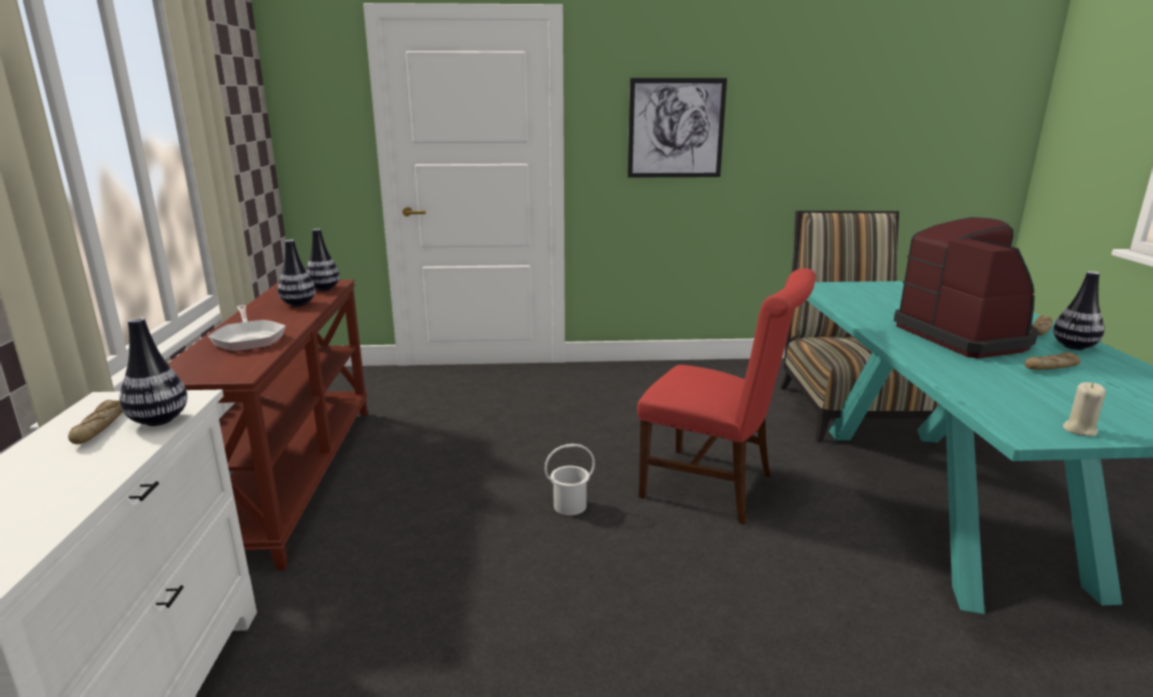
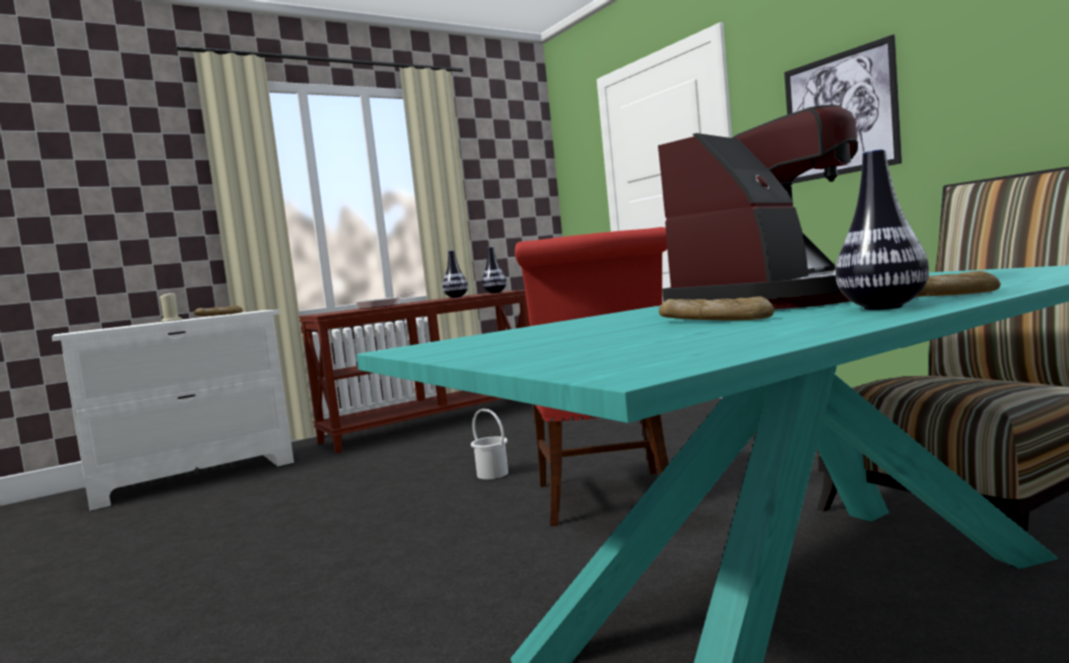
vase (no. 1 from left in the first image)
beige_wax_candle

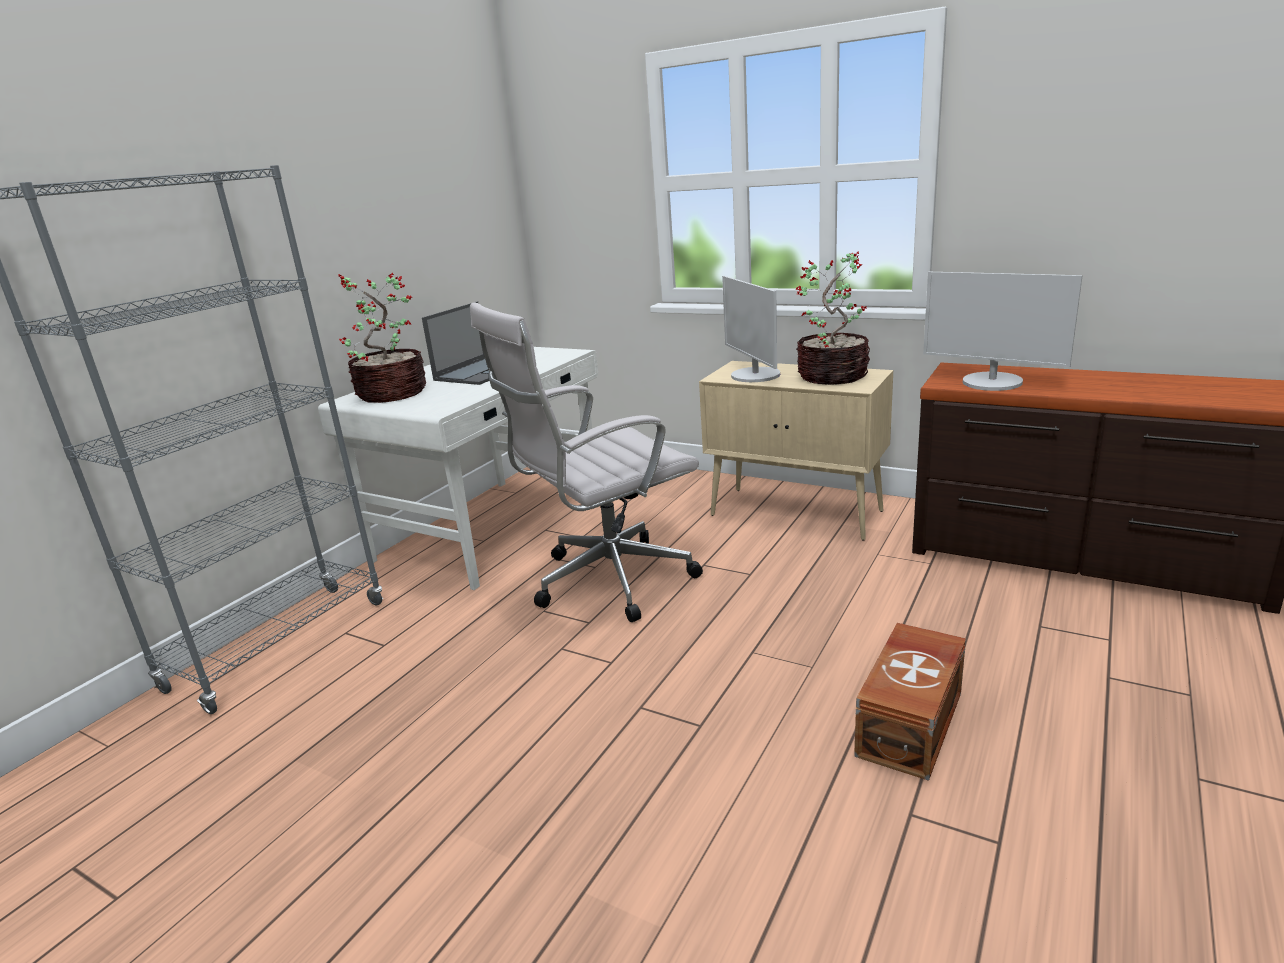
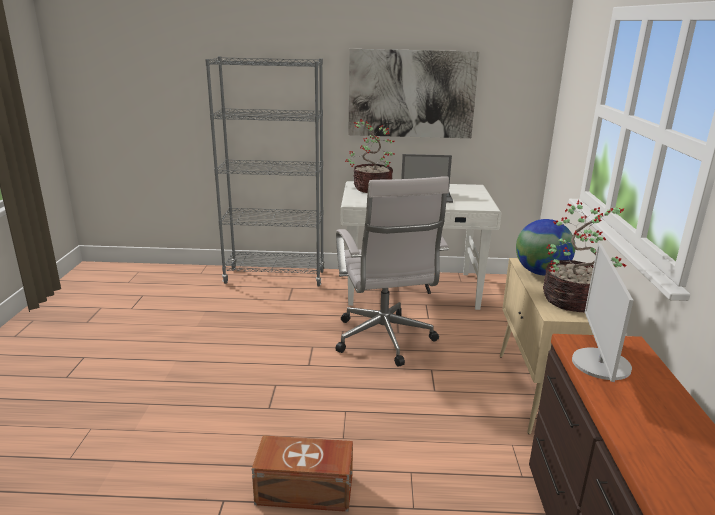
white_computer_chair
world_globe
wall_picture

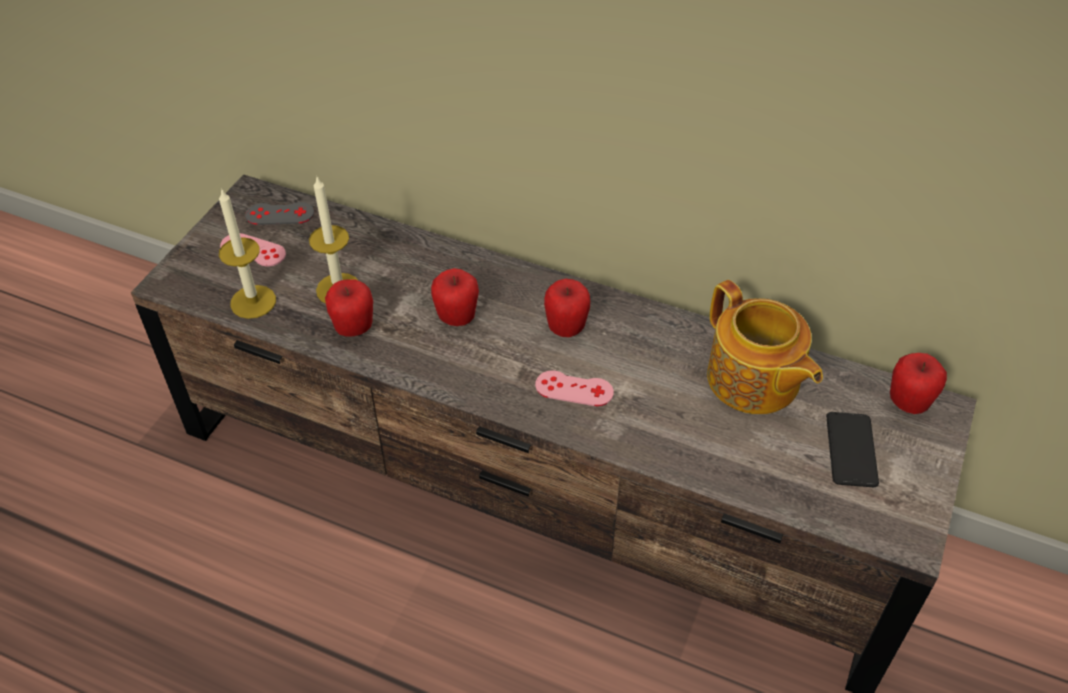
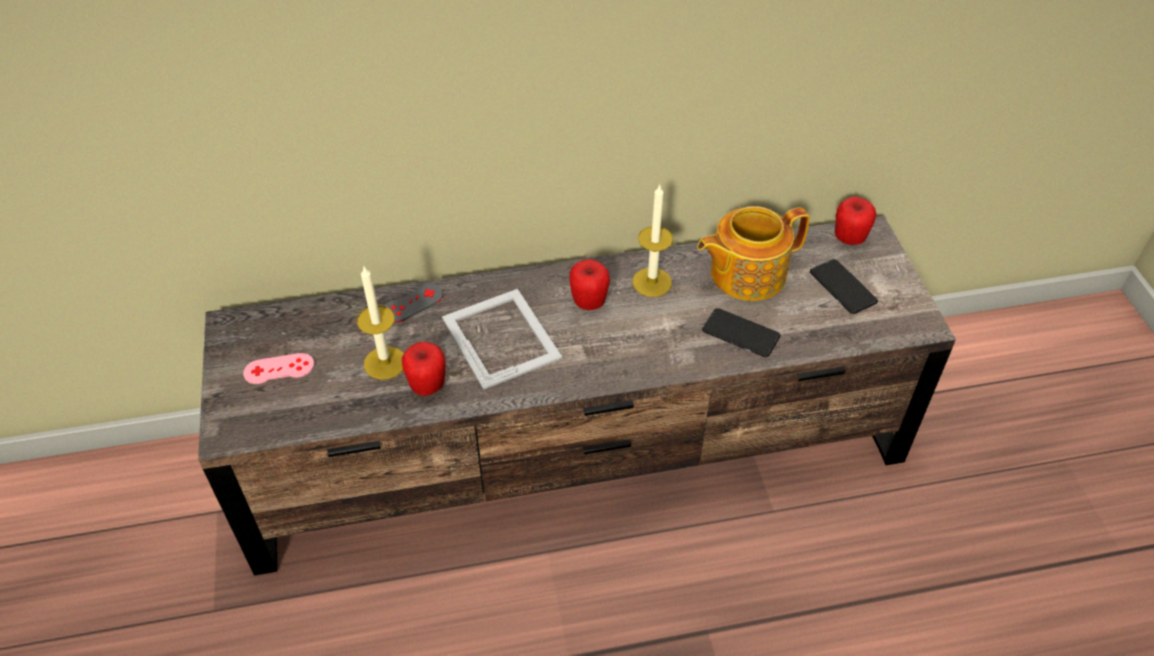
wax_candle (no. 2 from left)
gray_game_controller
picture_frame
pinkish_game_controller (no. 2 from left in the first image)
teapot
handset (no. 1 from left)

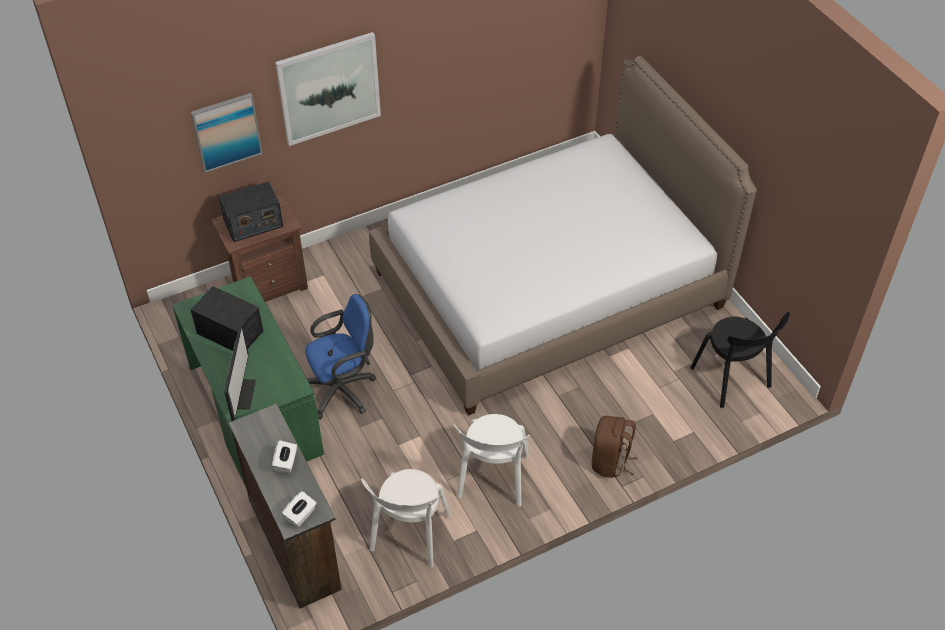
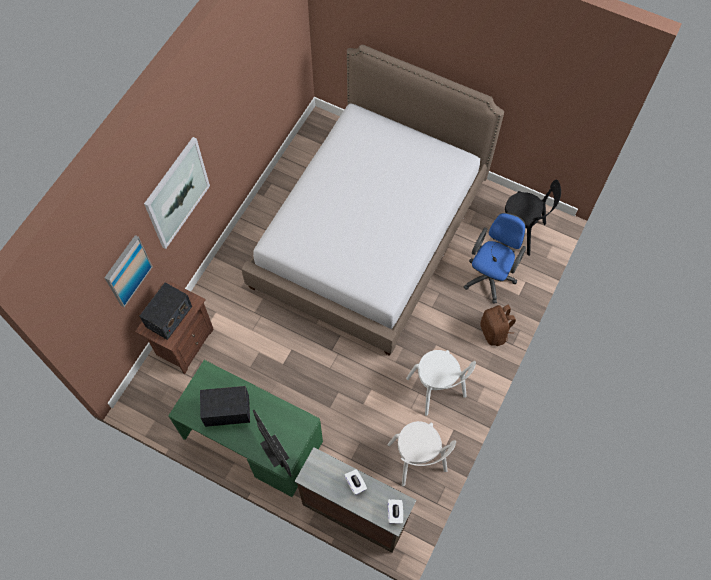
bluish_computer_chair

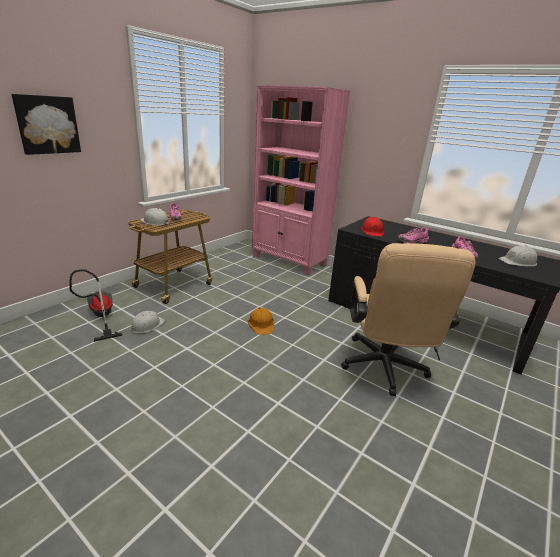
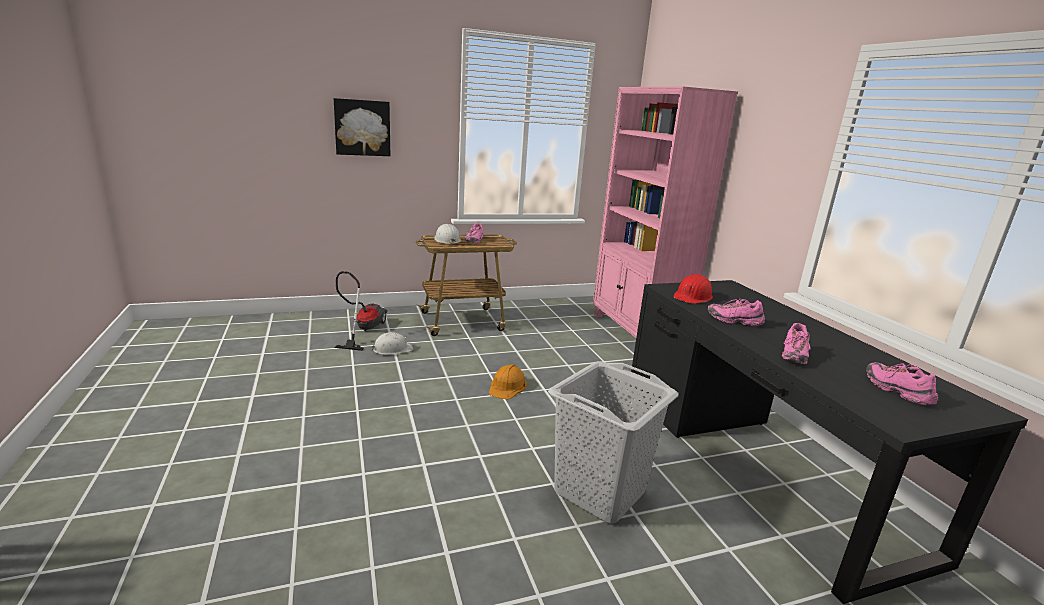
gray_laundry_basket
pinkish_item_of_footwear (no. 4 from left)

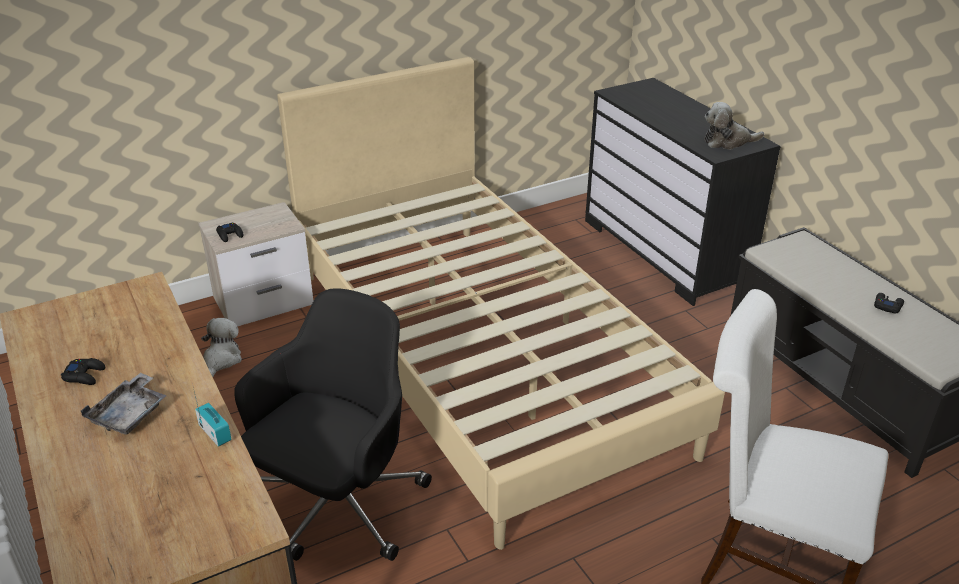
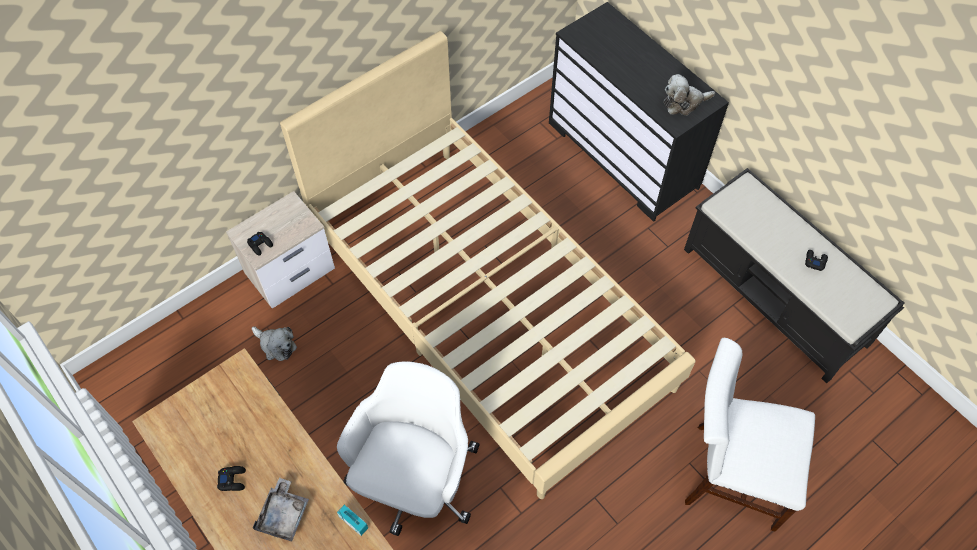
plush_toy (no. 1 from left)
white_computer_chair

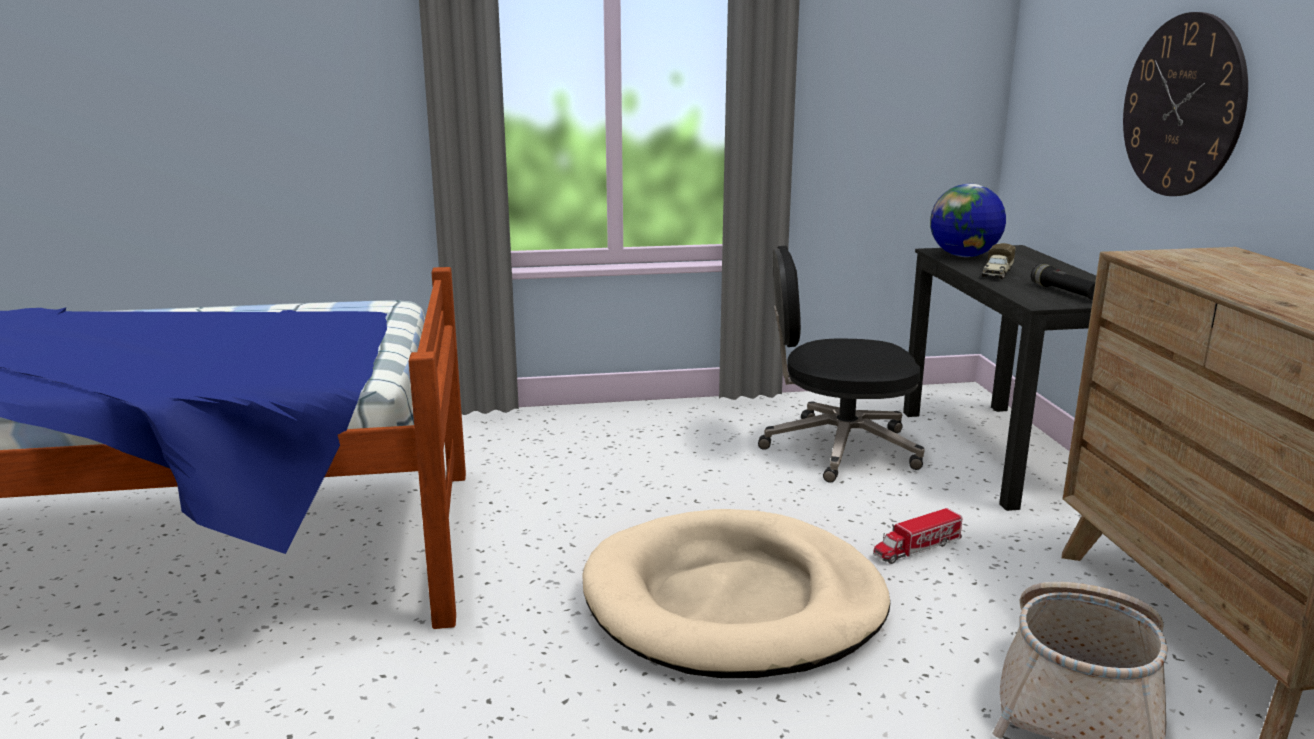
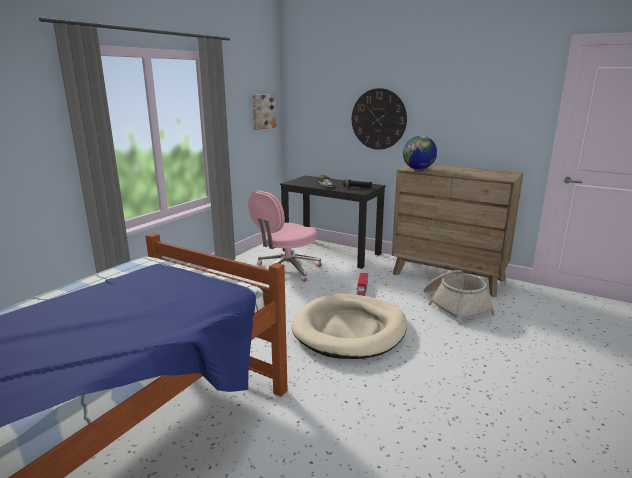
pinkish_computer_chair
world_globe
wall_picture

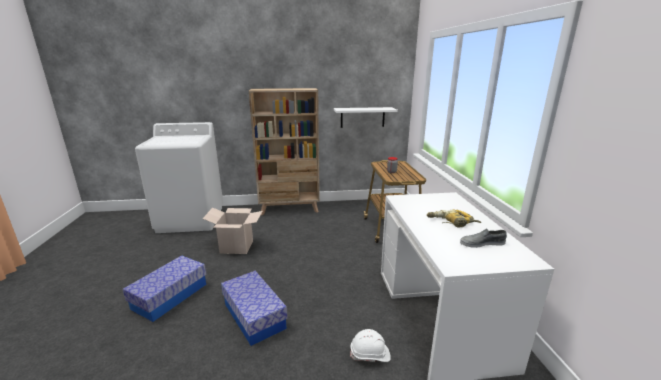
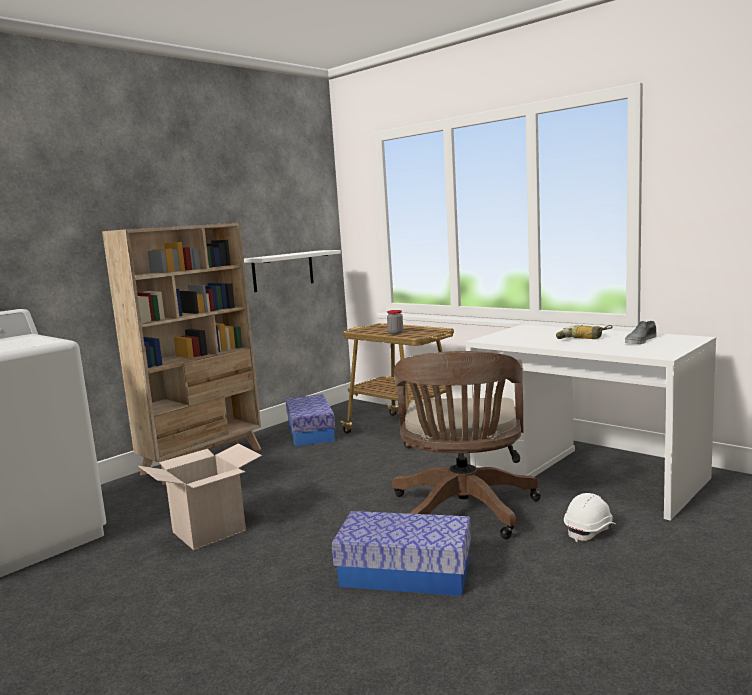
storage_container (no. 1 from left)
brown-coloured_computer_chair

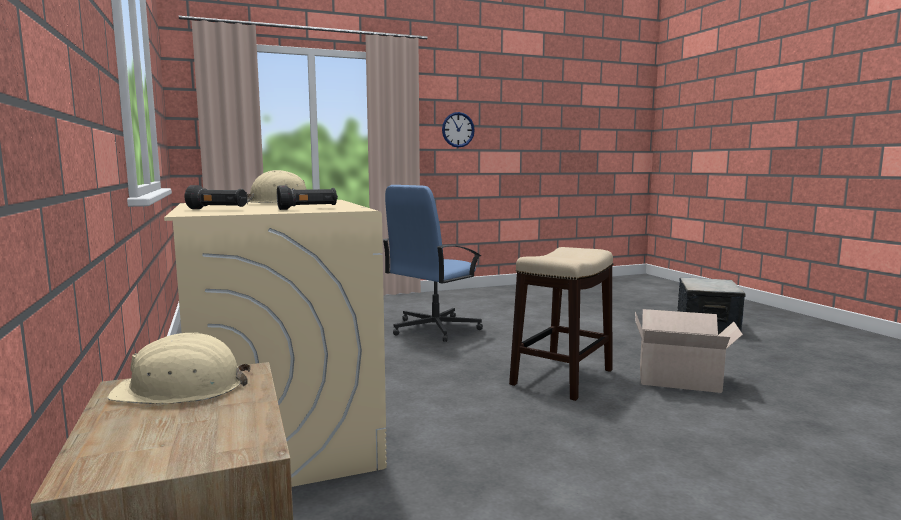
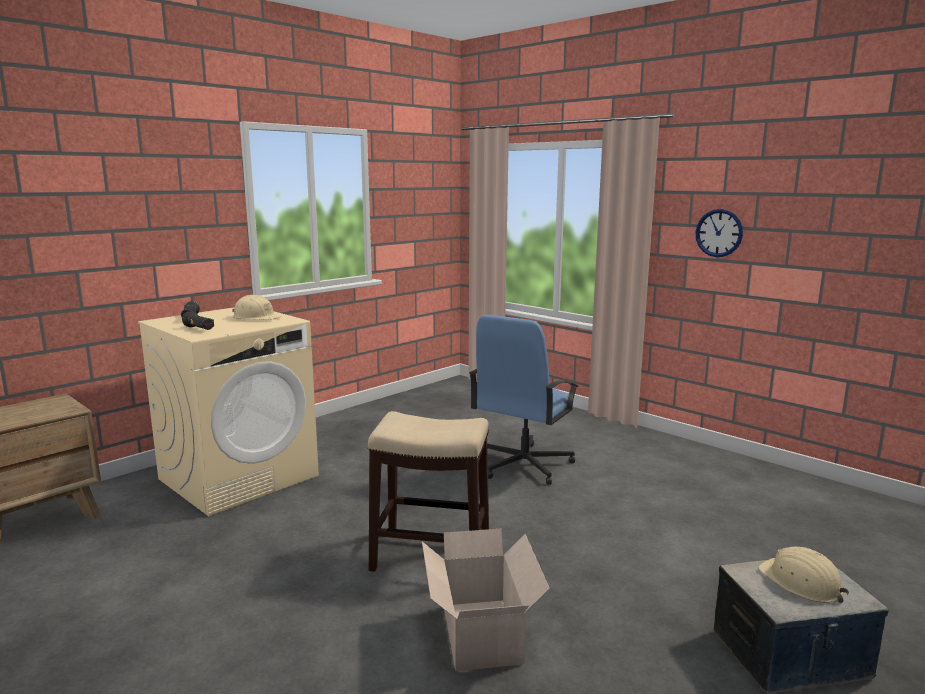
beige_work_helmet (no. 2 from left)
bluish_computer_chair

